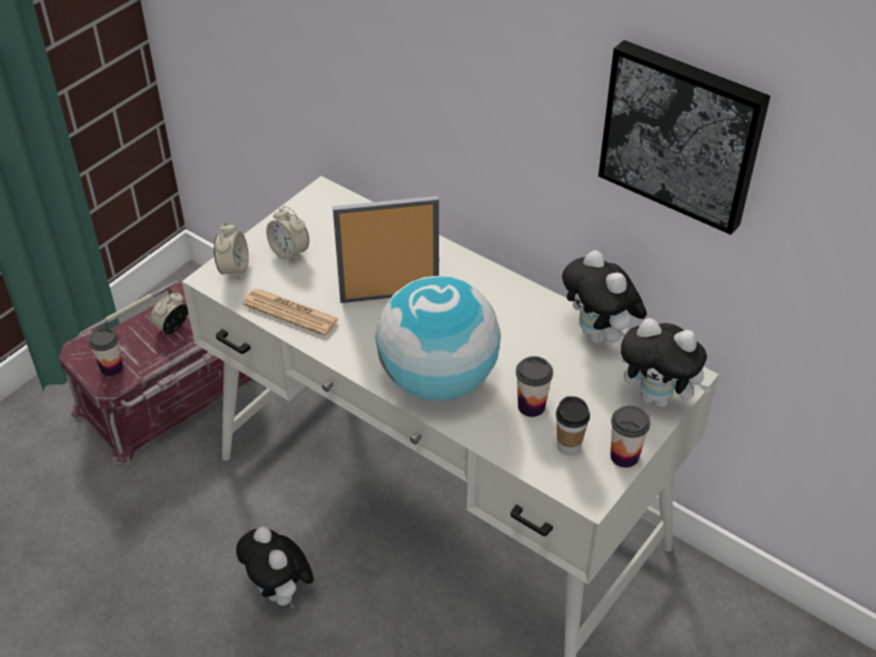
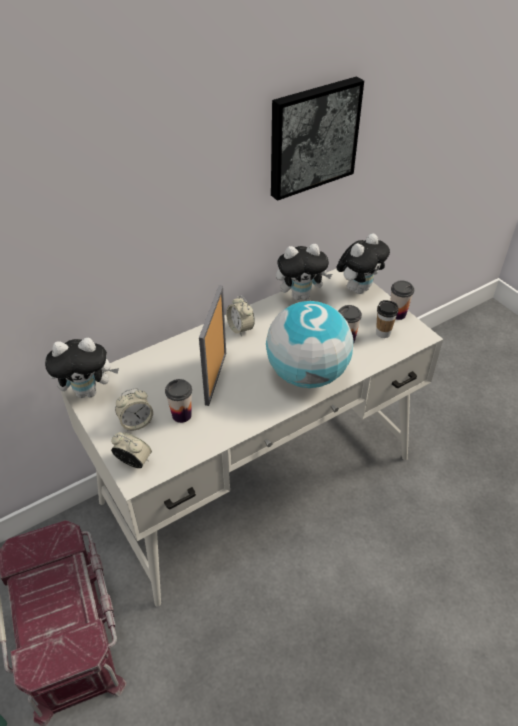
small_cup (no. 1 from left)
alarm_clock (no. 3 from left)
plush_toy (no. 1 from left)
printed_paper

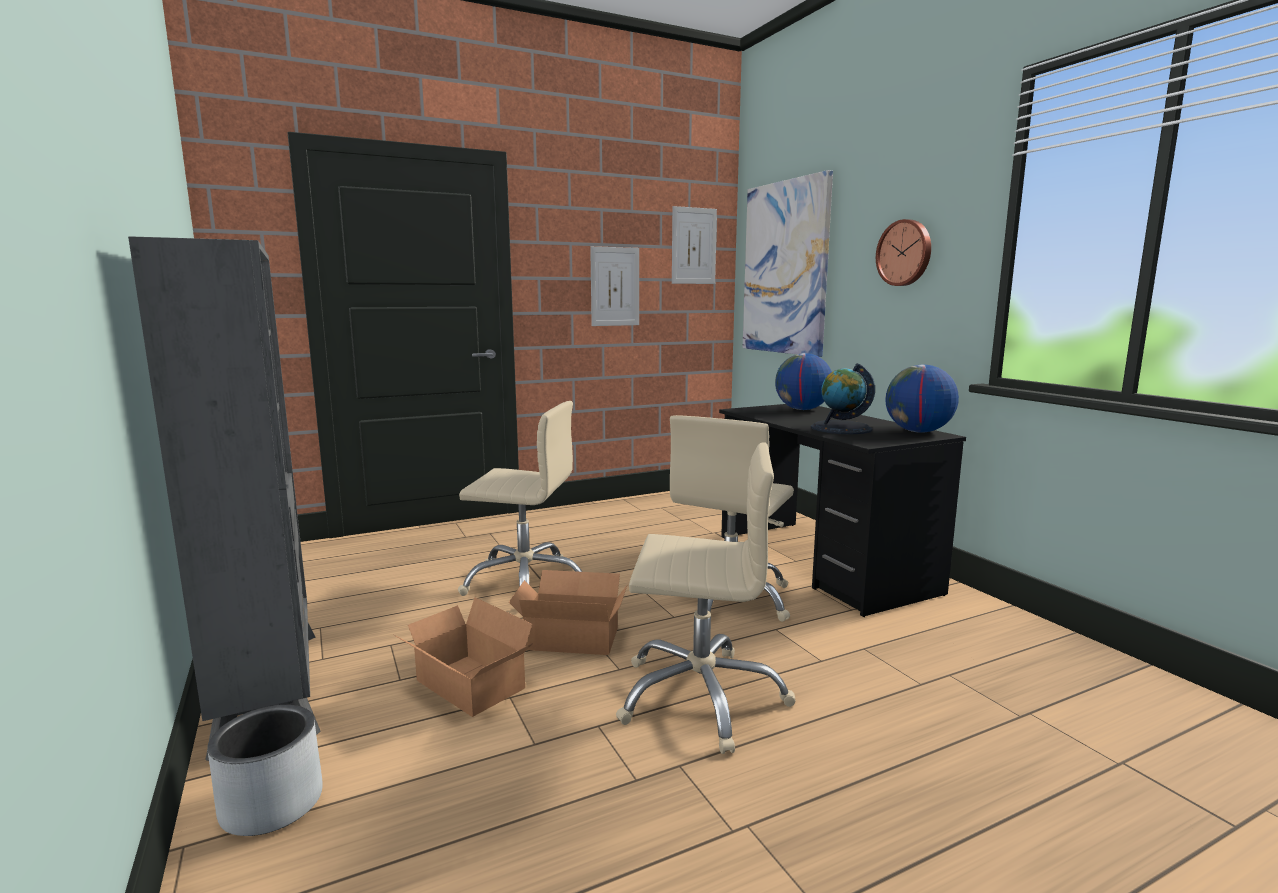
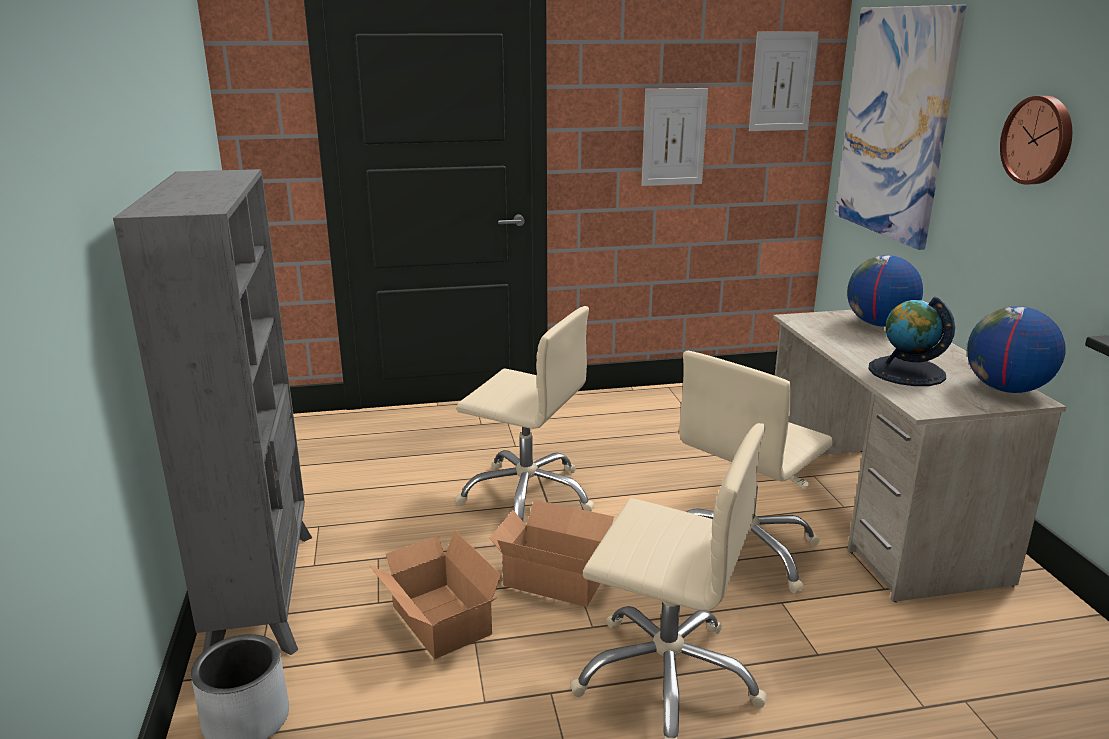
beige_desk_table

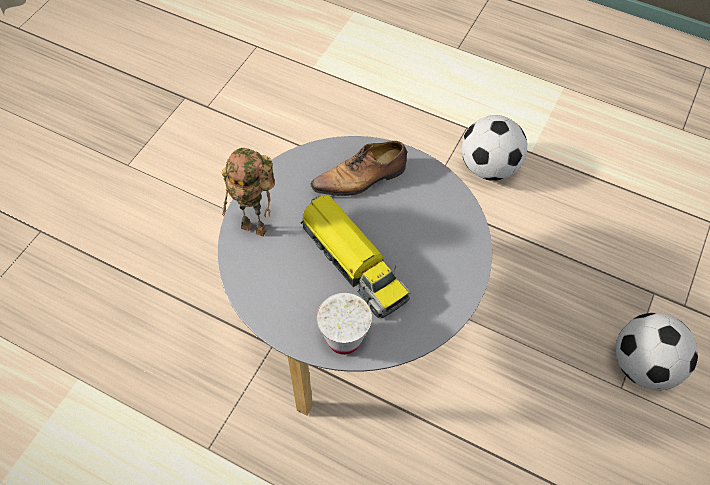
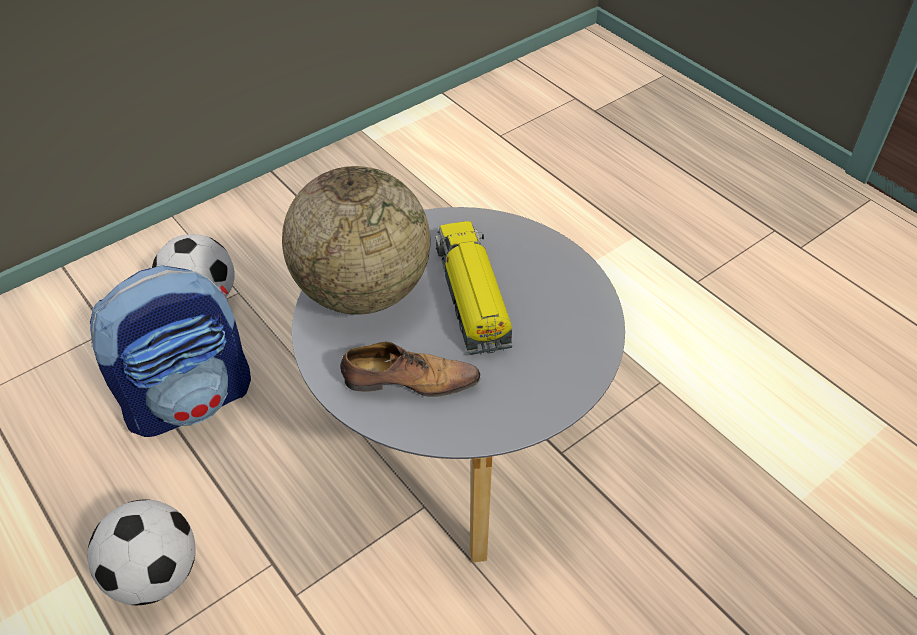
toy_robot
white_small_cup
backpack
world_globe

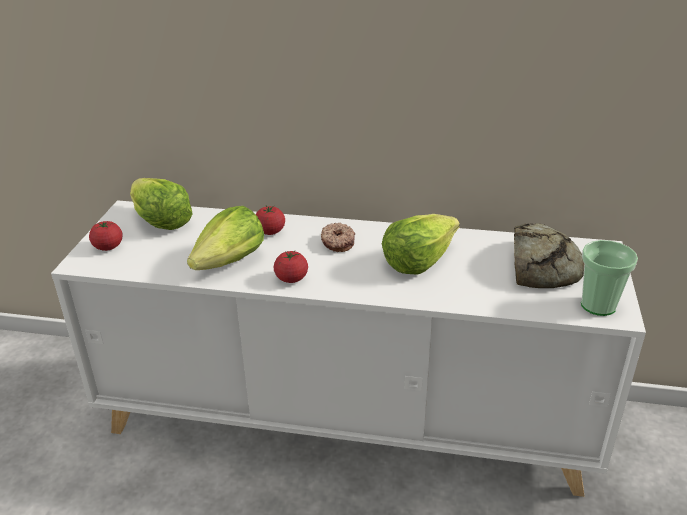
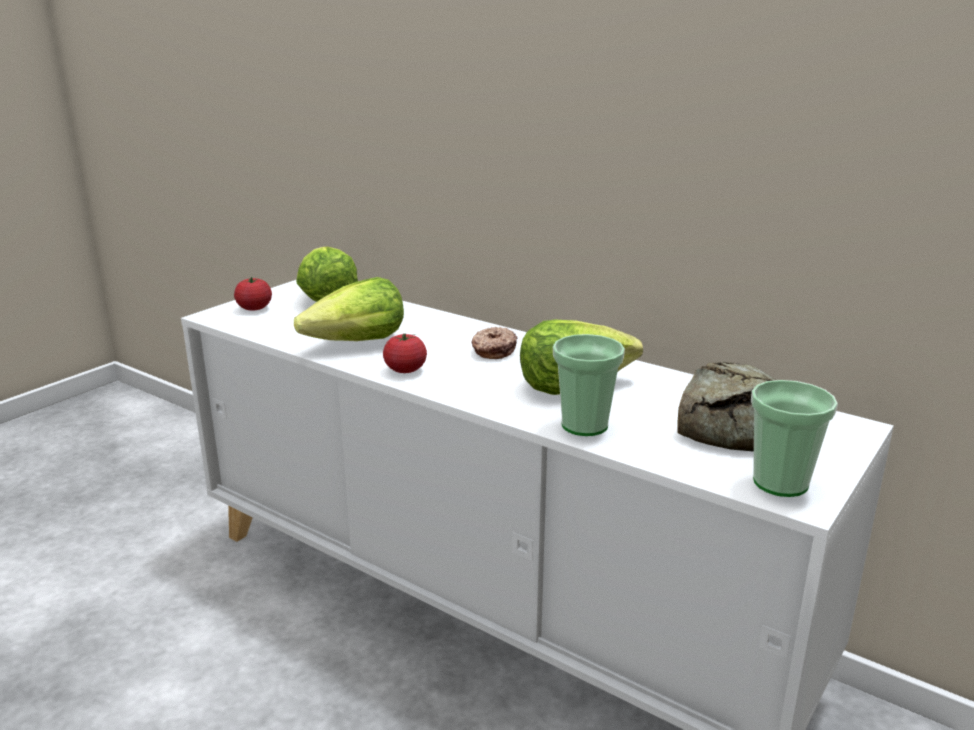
tomato (no. 2 from left in the first image)
small_cup (no. 1 from left)

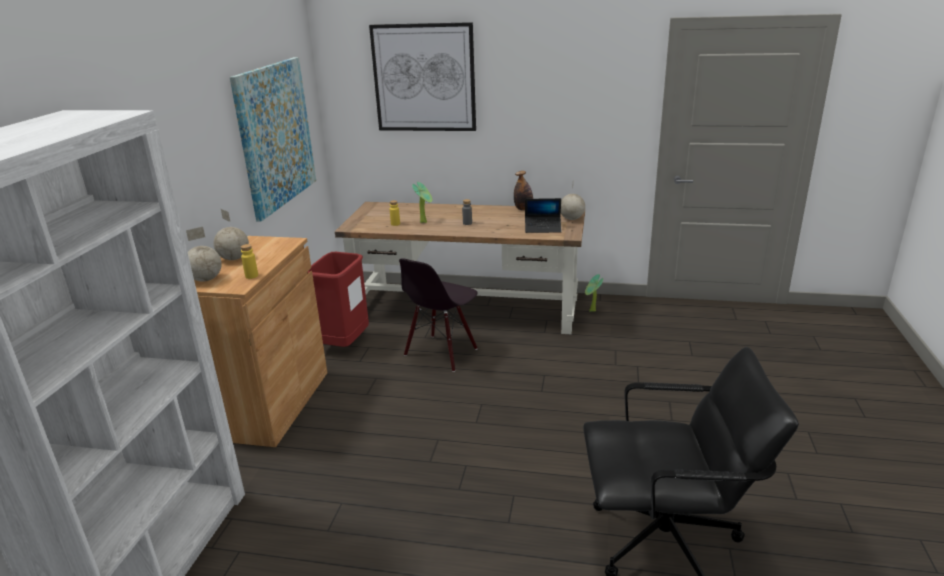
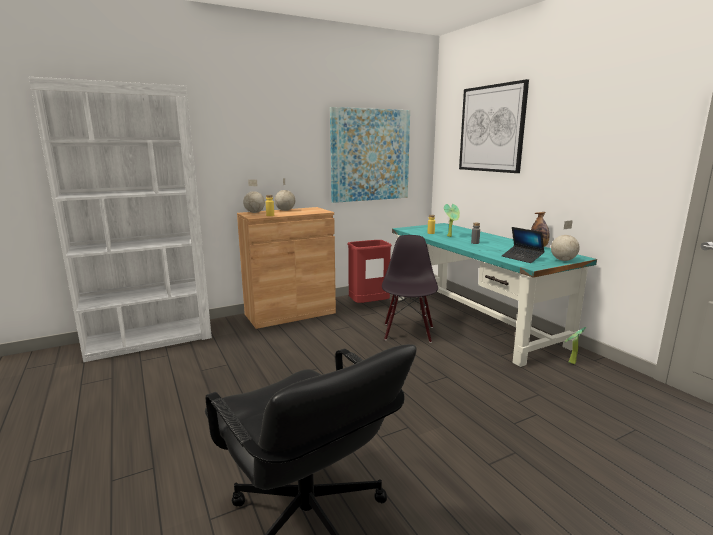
turquoise_desk_table
black_plain_chair

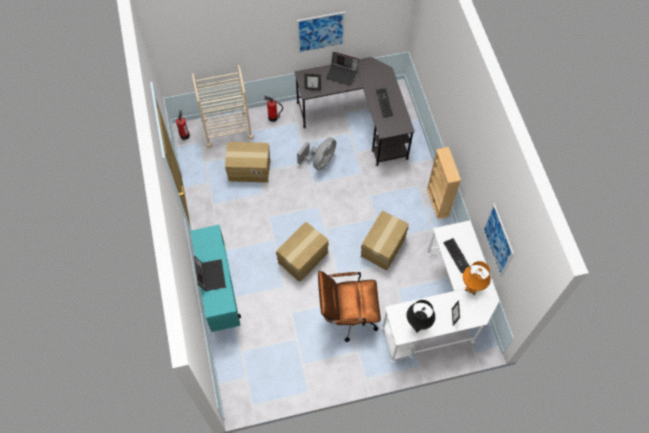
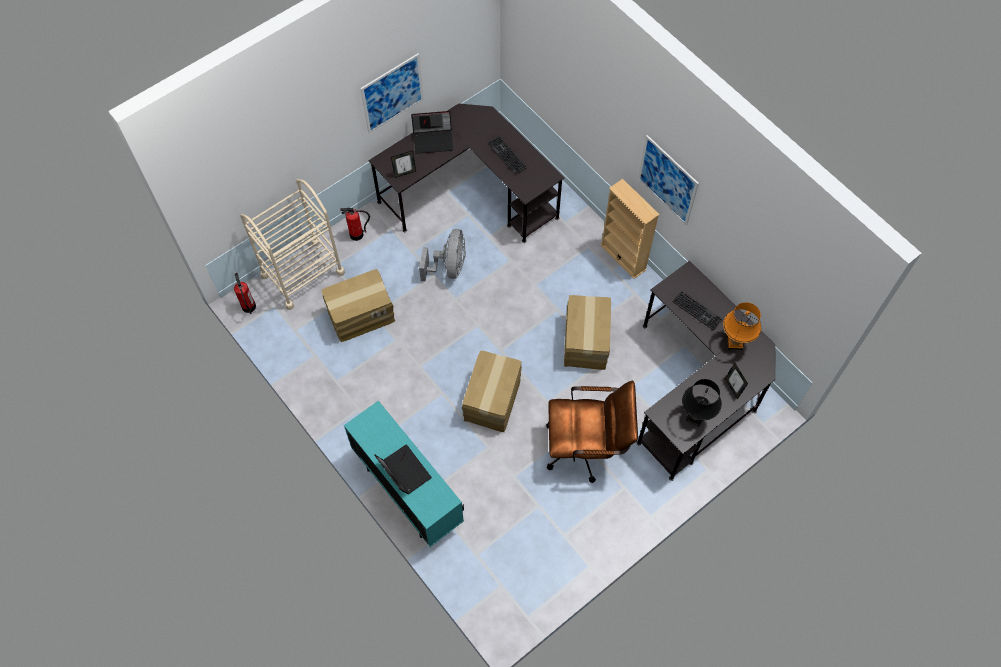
brown-coloured_computer_chair
black_desk_table (no. 2 from left)
wall_picture (no. 2 from left)

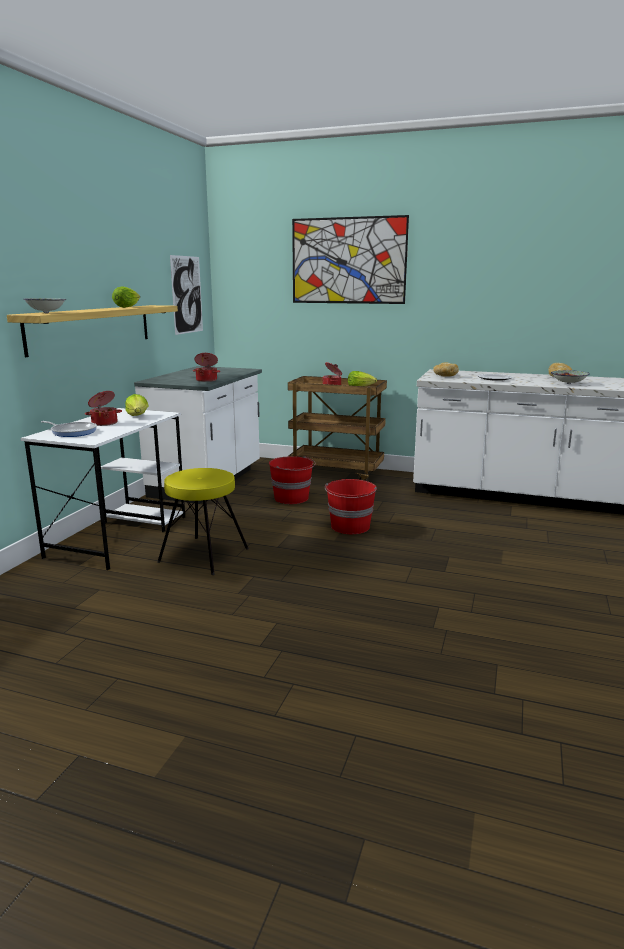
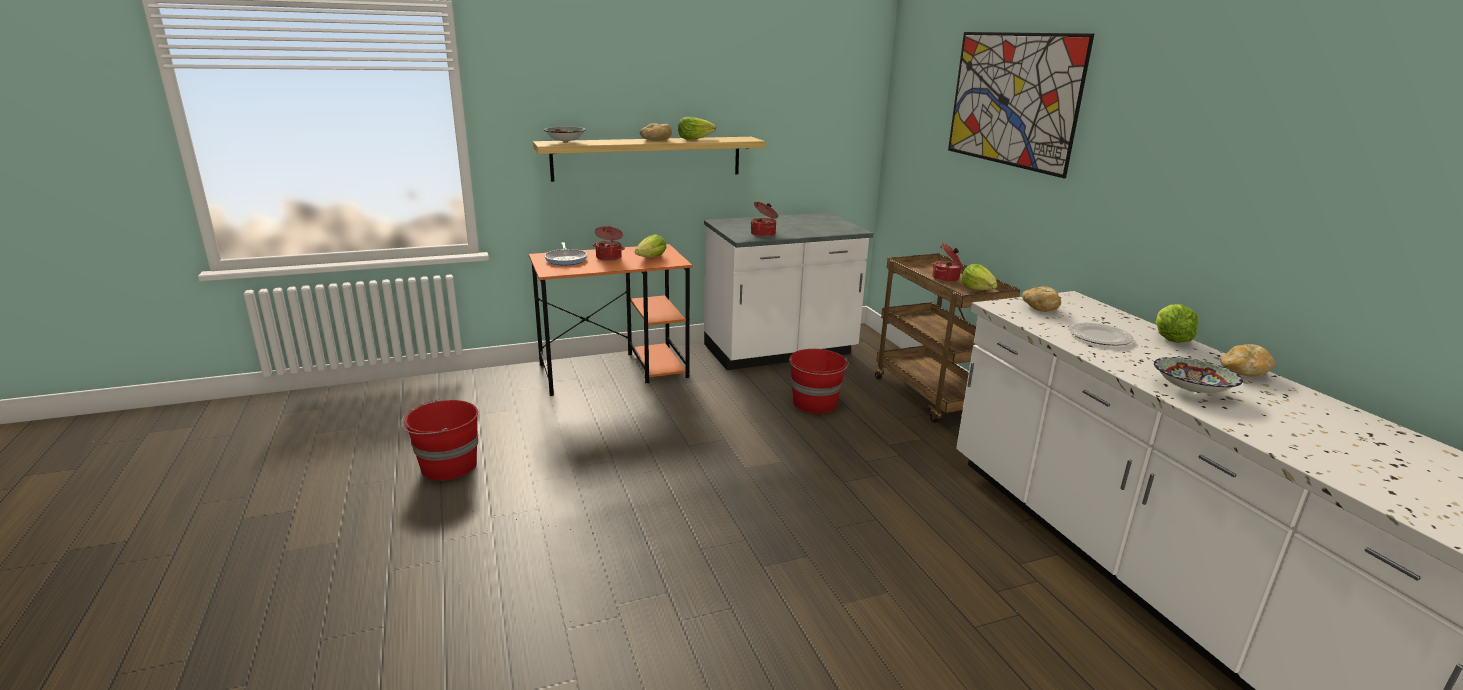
orangey_desk_table
yellowish_sitting_stool
wall_picture (no. 1 from left in the first image)
red-coloured_pail (no. 1 from left)
baked_bread (no. 1 from left)
lettuce (no. 4 from left)

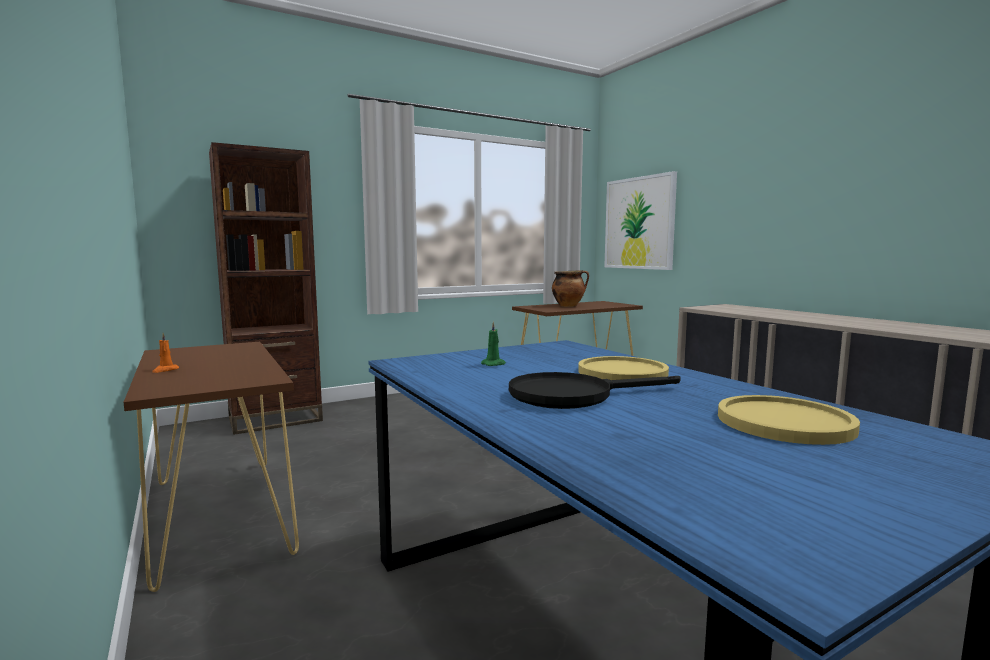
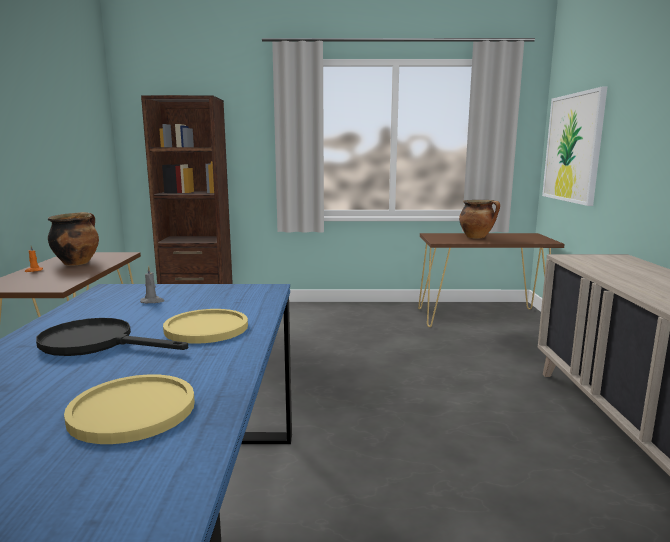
gray_wax_candle
stockpot (no. 1 from left)

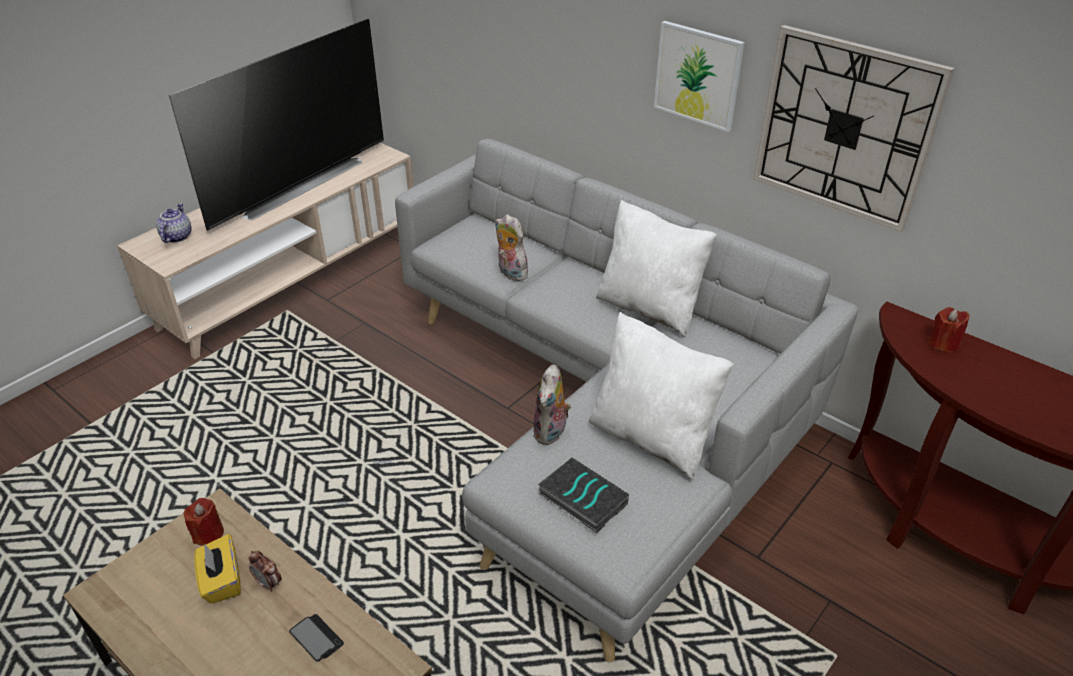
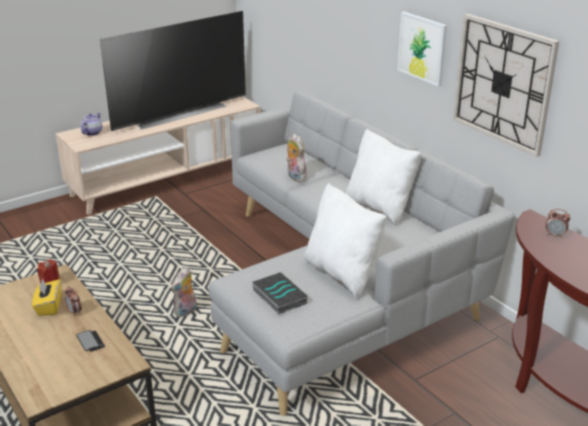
plush_toy (no. 1 from left)
alarm_clock (no. 2 from left)

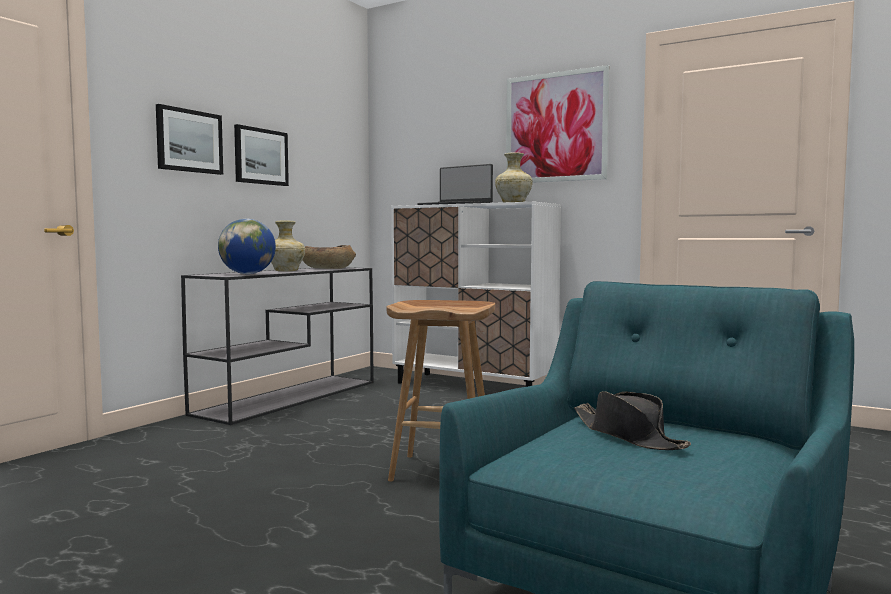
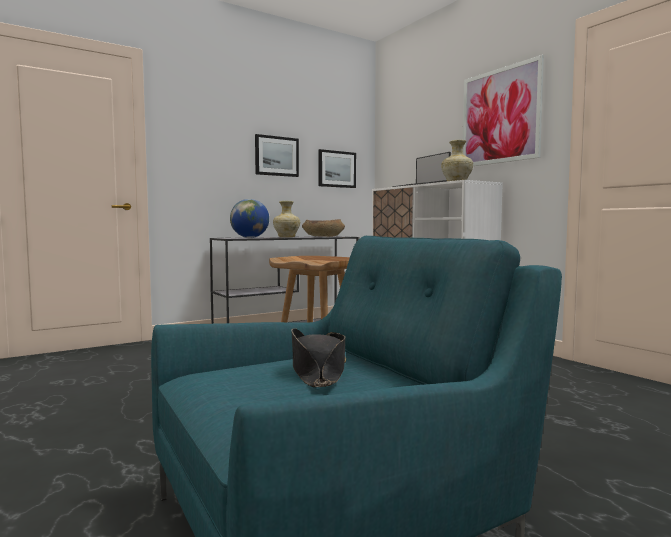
wall_picture (no. 2 from left)

